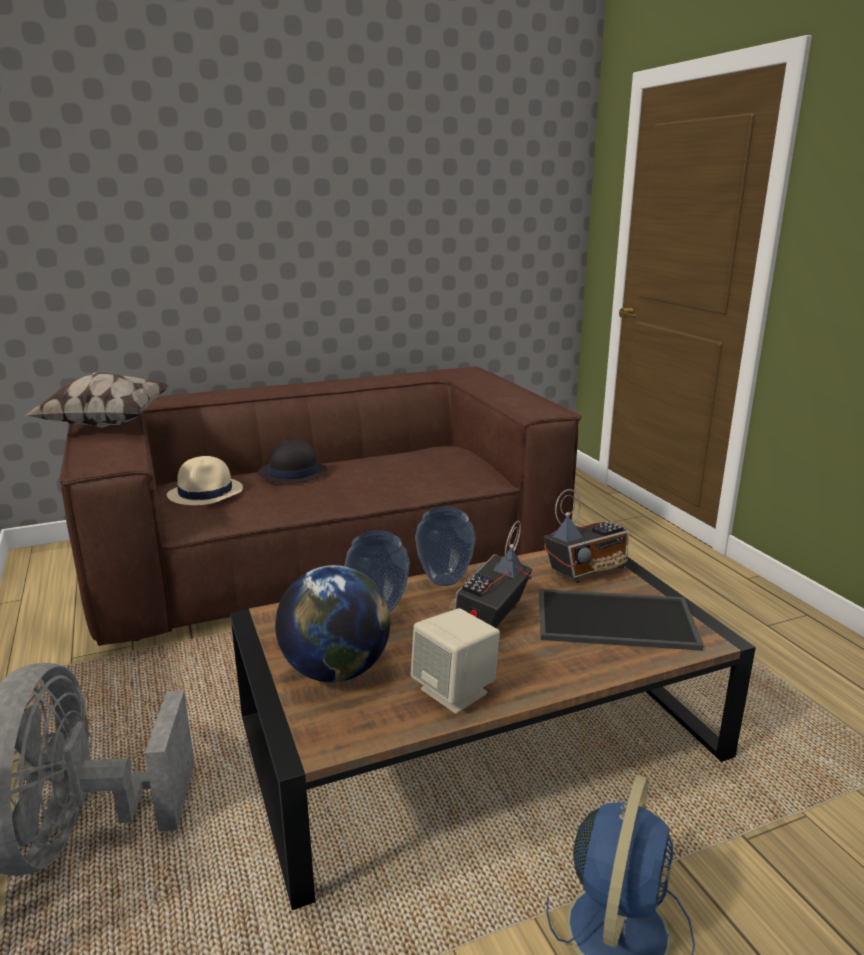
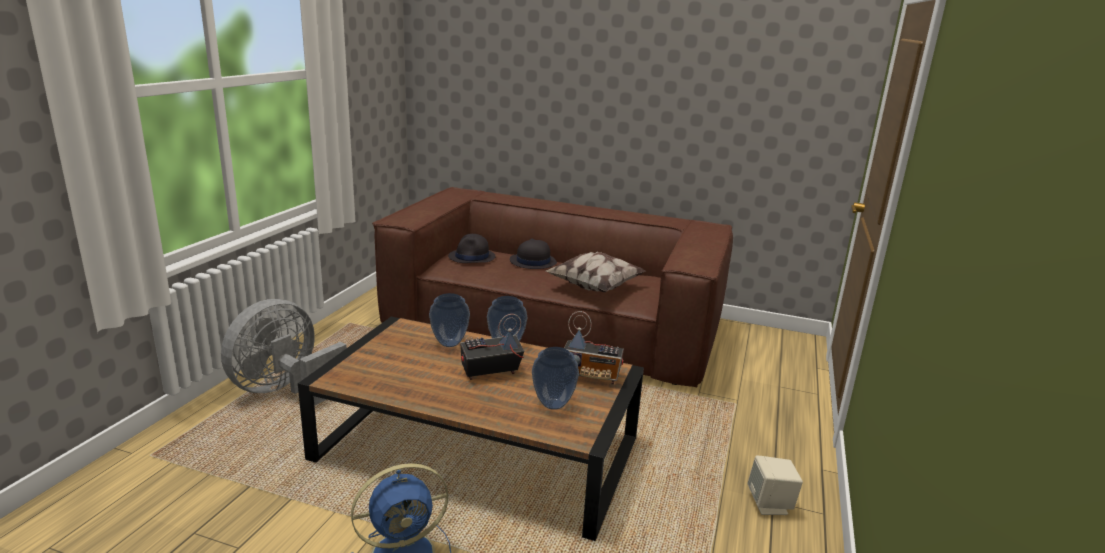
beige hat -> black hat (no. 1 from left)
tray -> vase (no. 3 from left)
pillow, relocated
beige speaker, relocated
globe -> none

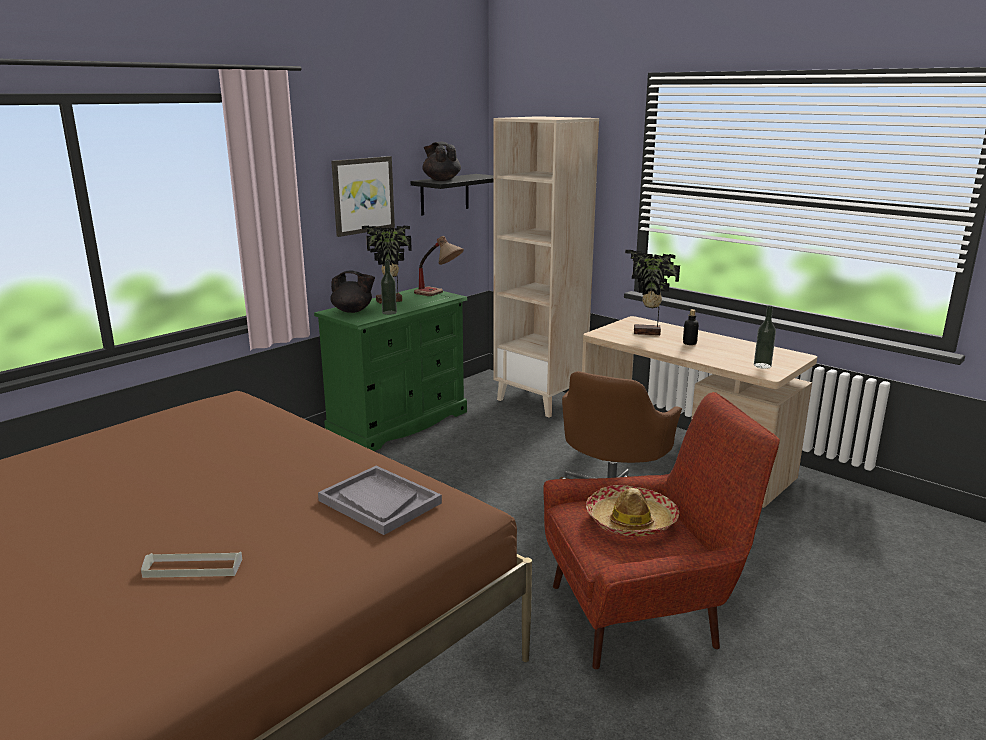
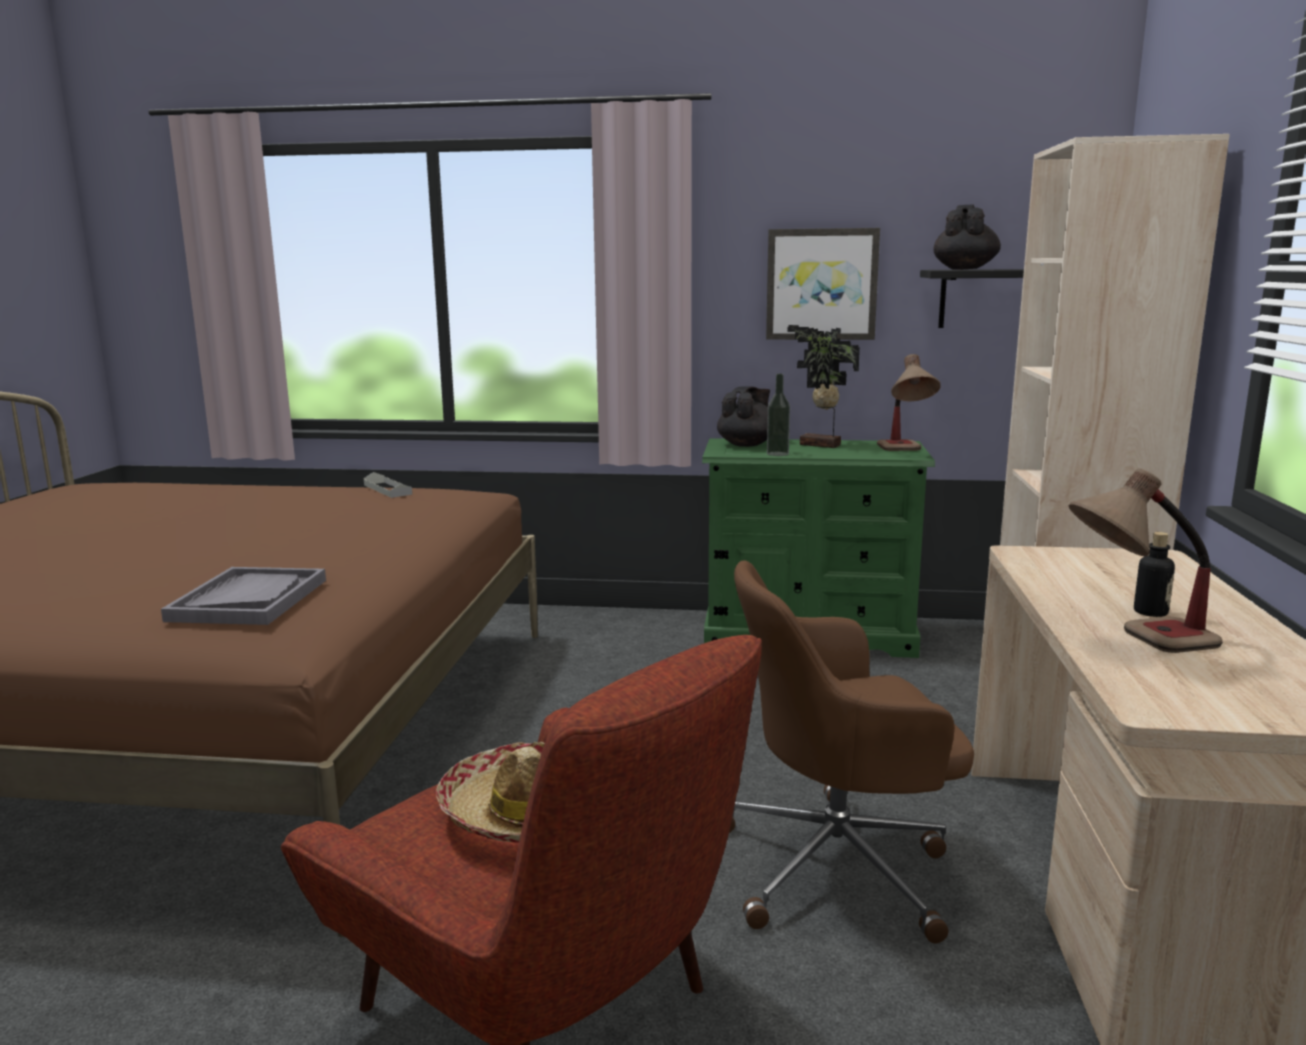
grey tray (no. 1 from left in the first image) -> grey tray (no. 2 from left), relocated
black teapot (no. 1 from left), 120 degrees counterclockwise
none -> table lamp (no. 2 from left)
potted plant (no. 2 from left) -> none
bottle (no. 3 from left) -> none

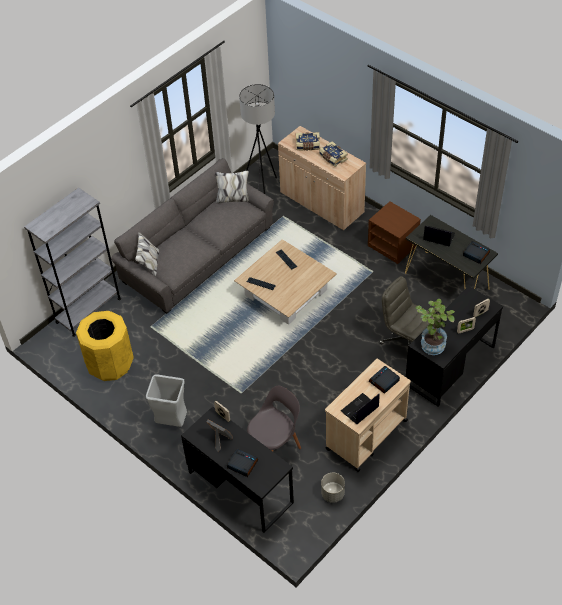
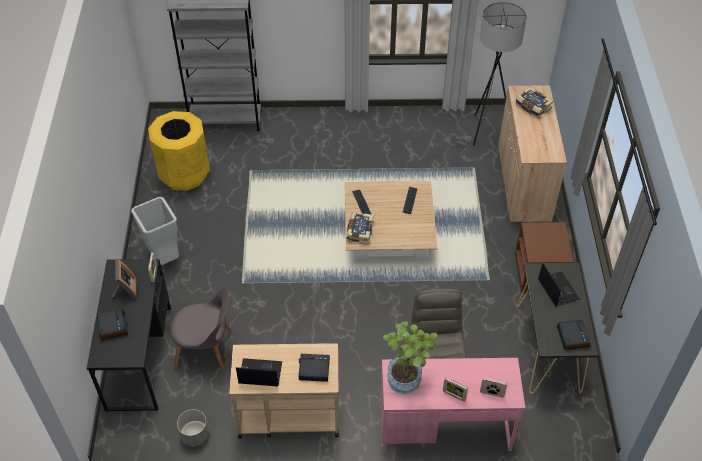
book (no. 2 from left in the first image) -> book (no. 1 from left), relocated
black desk (no. 2 from left) -> pink desk
grey sofa -> none

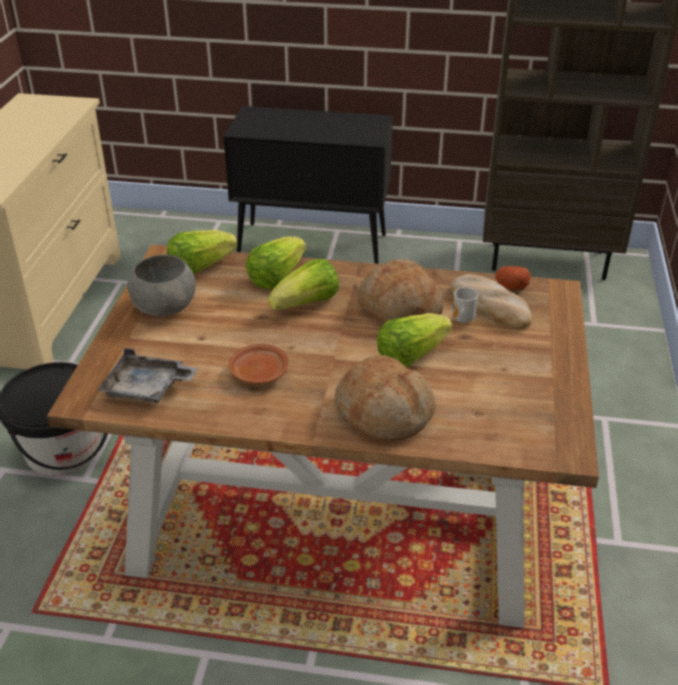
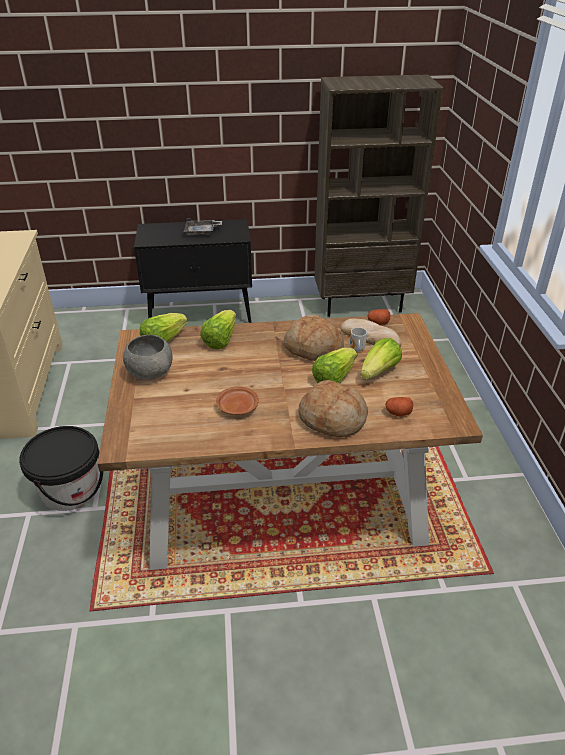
grey tray, relocated
lettuce (no. 3 from left in the first image) -> lettuce (no. 4 from left), relocated
none -> potato (no. 2 from left)

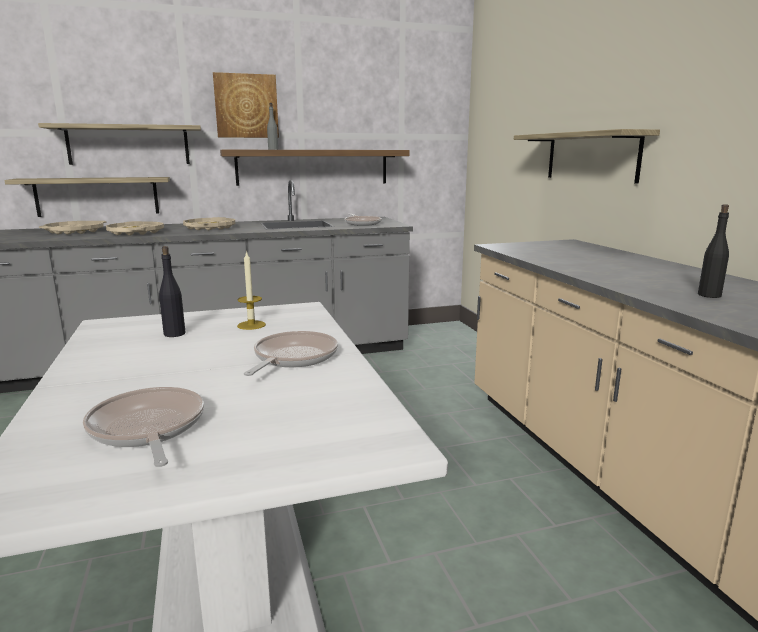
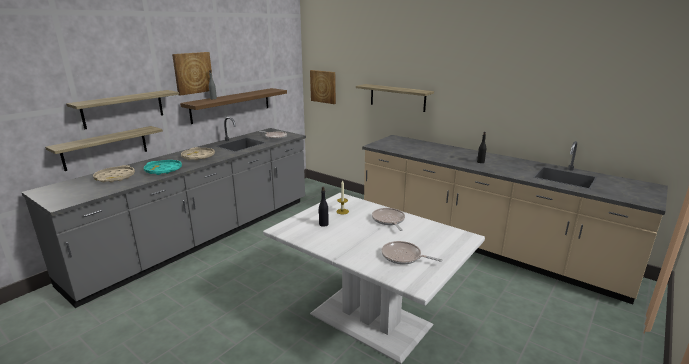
beige tray (no. 2 from left) -> turquoise tray
none -> picture (no. 2 from left)

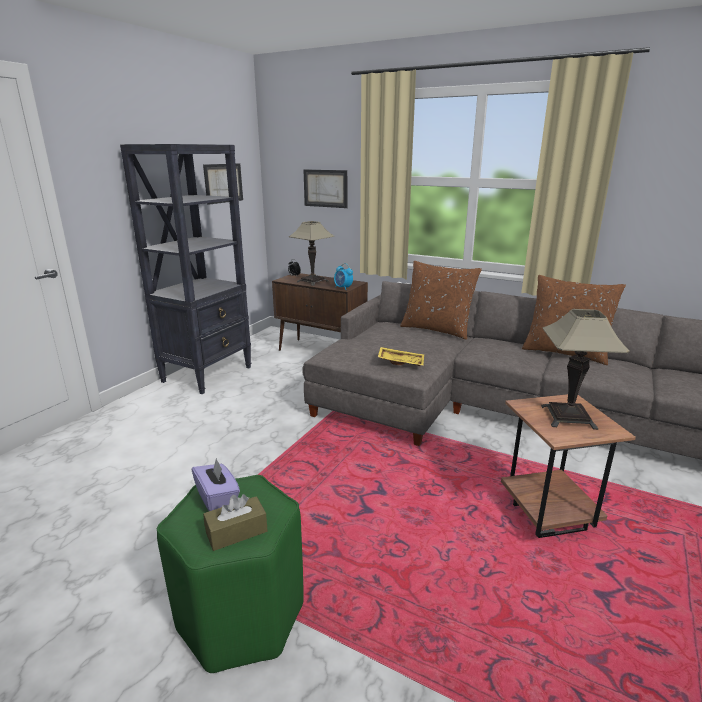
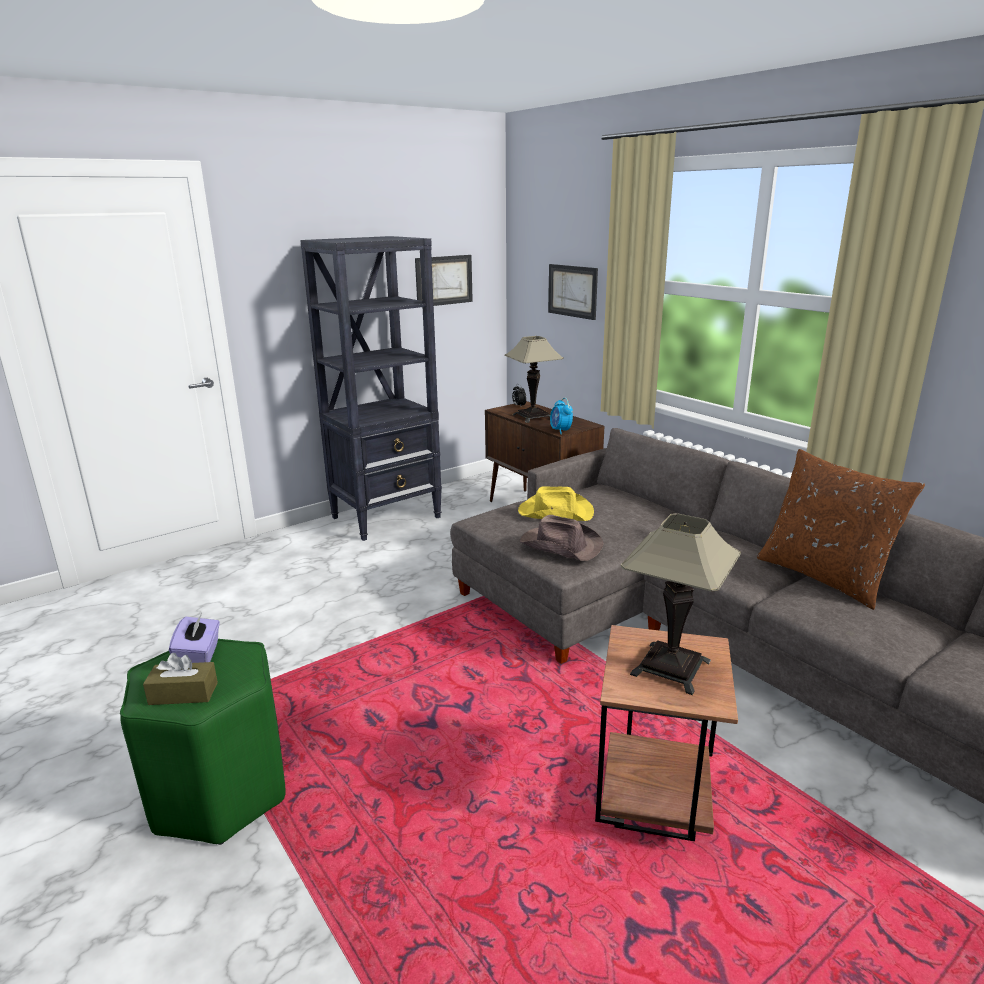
none -> yellow hat
yellow tray -> brown hat
brown pillow (no. 1 from left) -> none

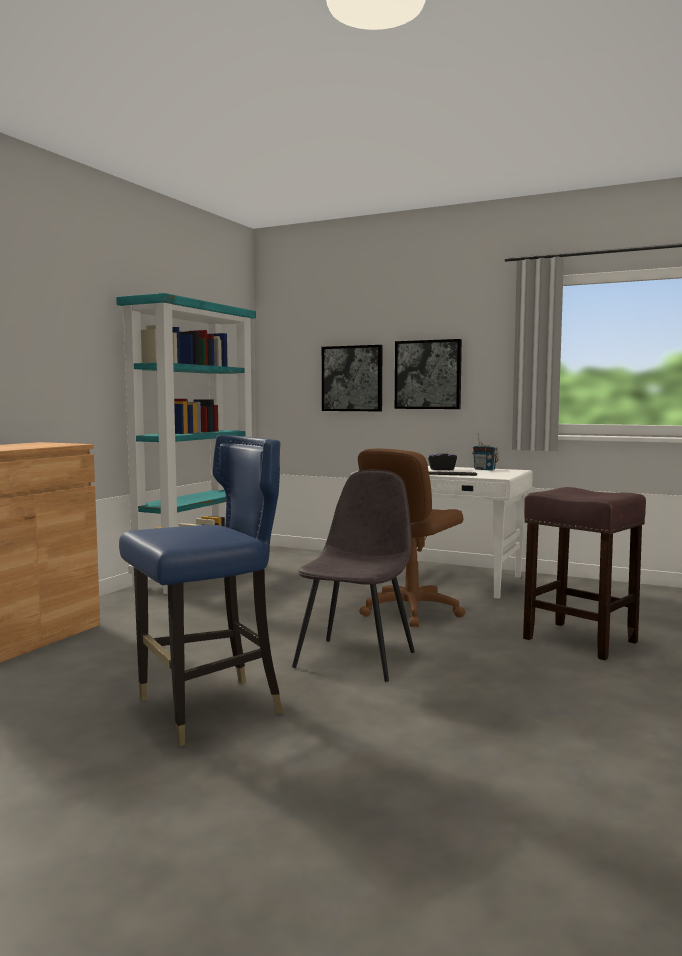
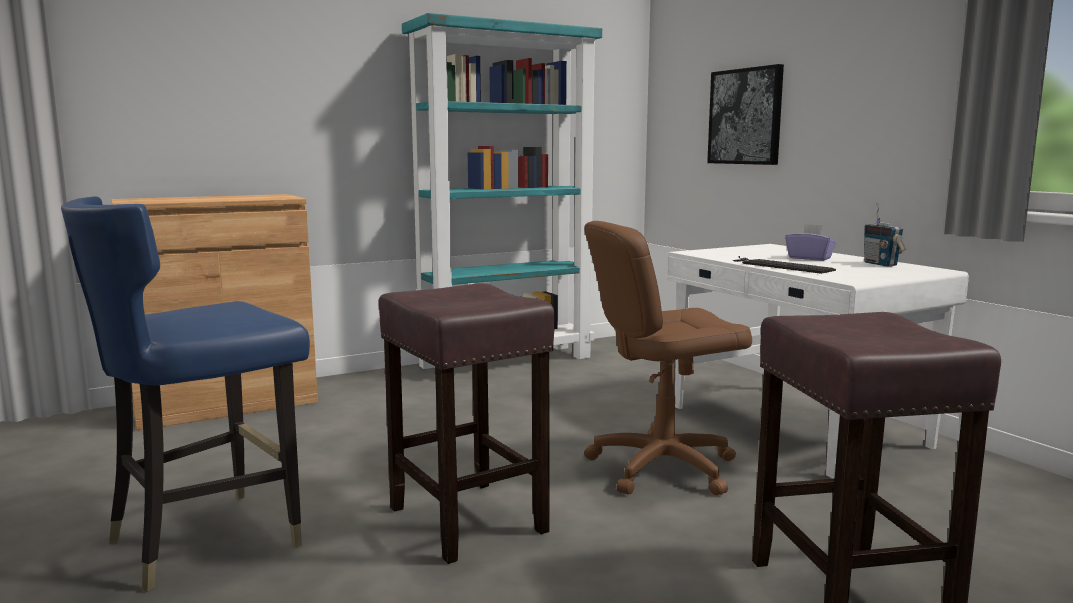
blue chair, 135 degrees clockwise
grey chair -> brown stool (no. 1 from left)
black tissue box -> purple tissue box
picture (no. 2 from left) -> none

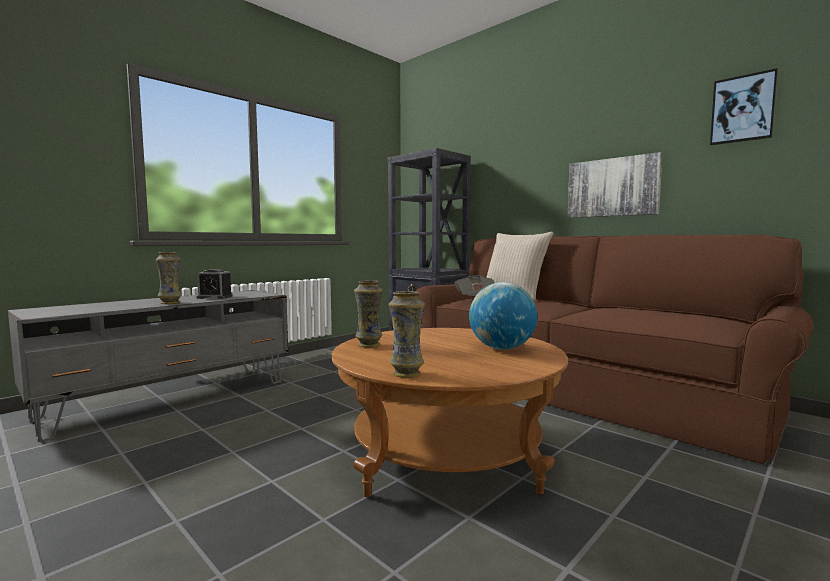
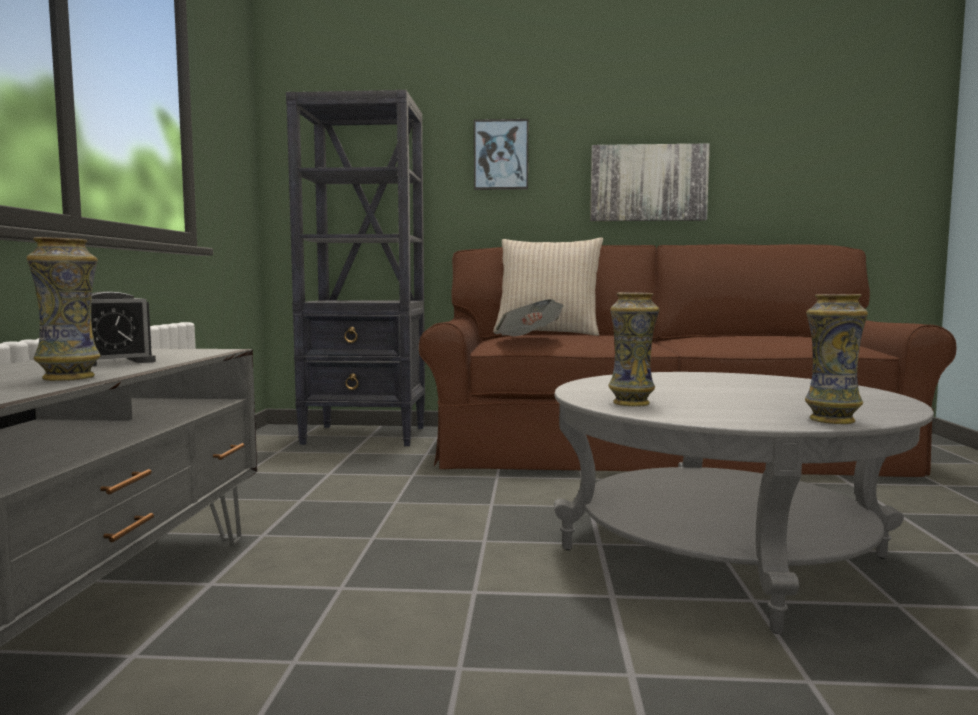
picture (no. 2 from left in the first image) -> picture (no. 1 from left), relocated
brown coffee table -> grey coffee table
globe -> none

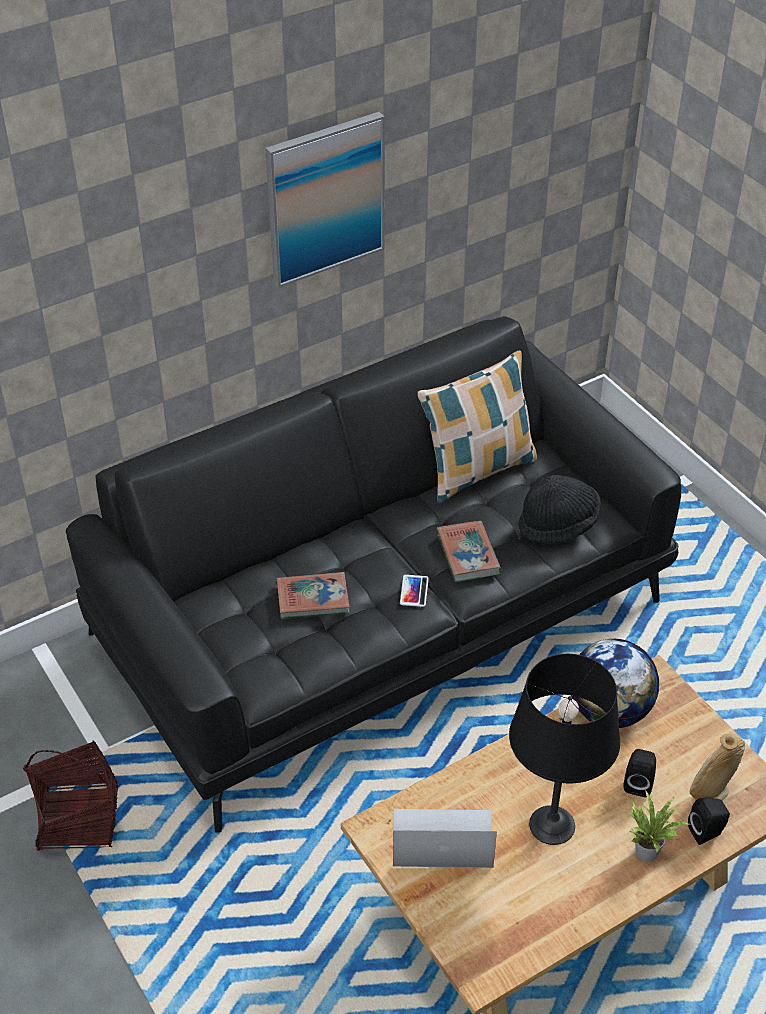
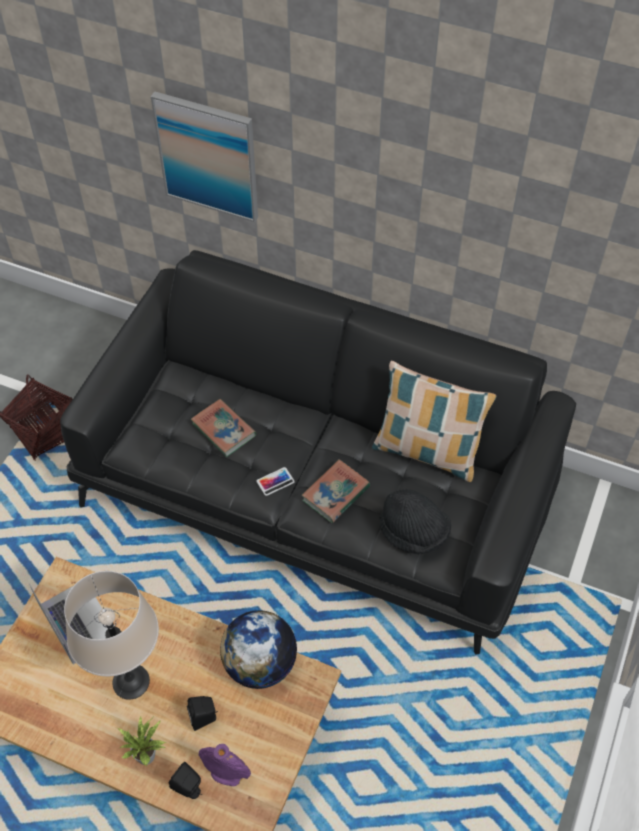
black table lamp -> beige table lamp
picture, relocated
beige vase -> purple vase

